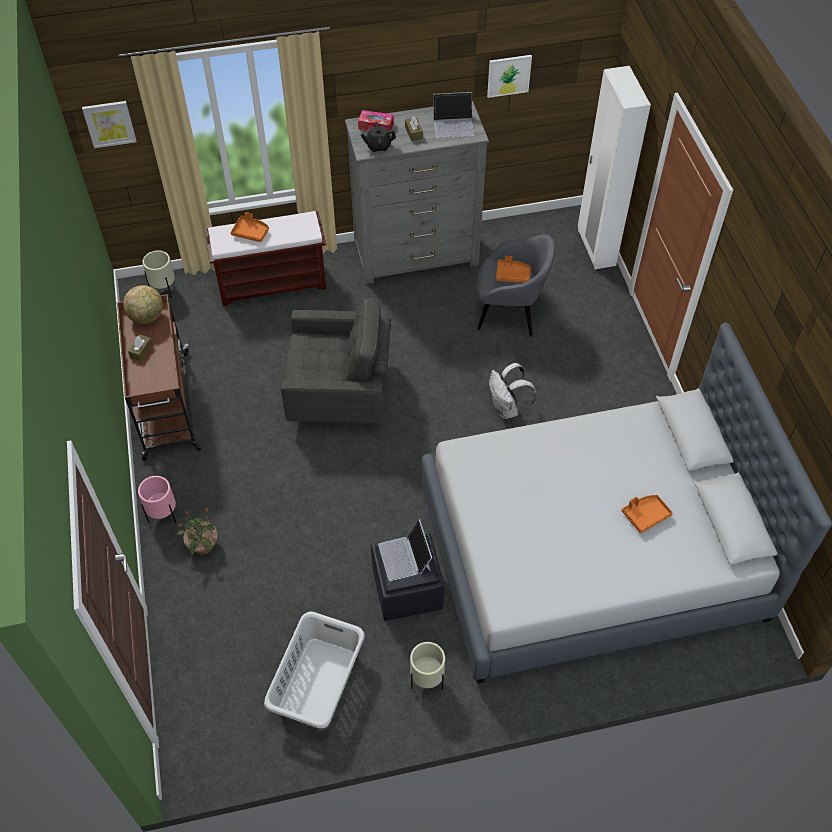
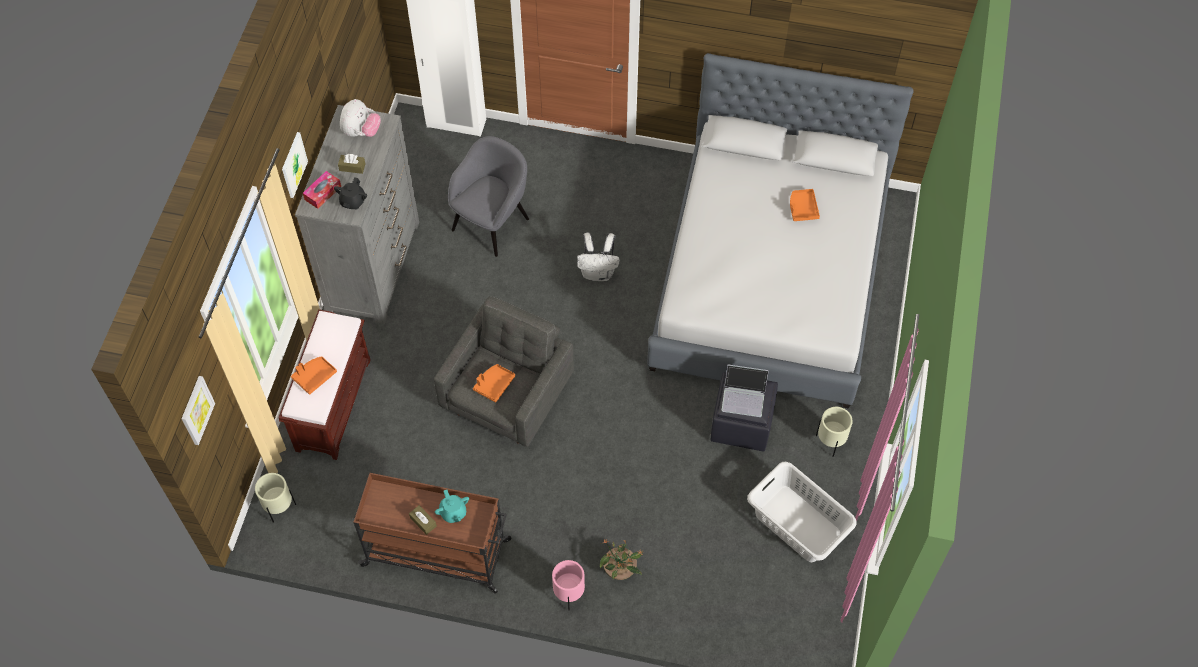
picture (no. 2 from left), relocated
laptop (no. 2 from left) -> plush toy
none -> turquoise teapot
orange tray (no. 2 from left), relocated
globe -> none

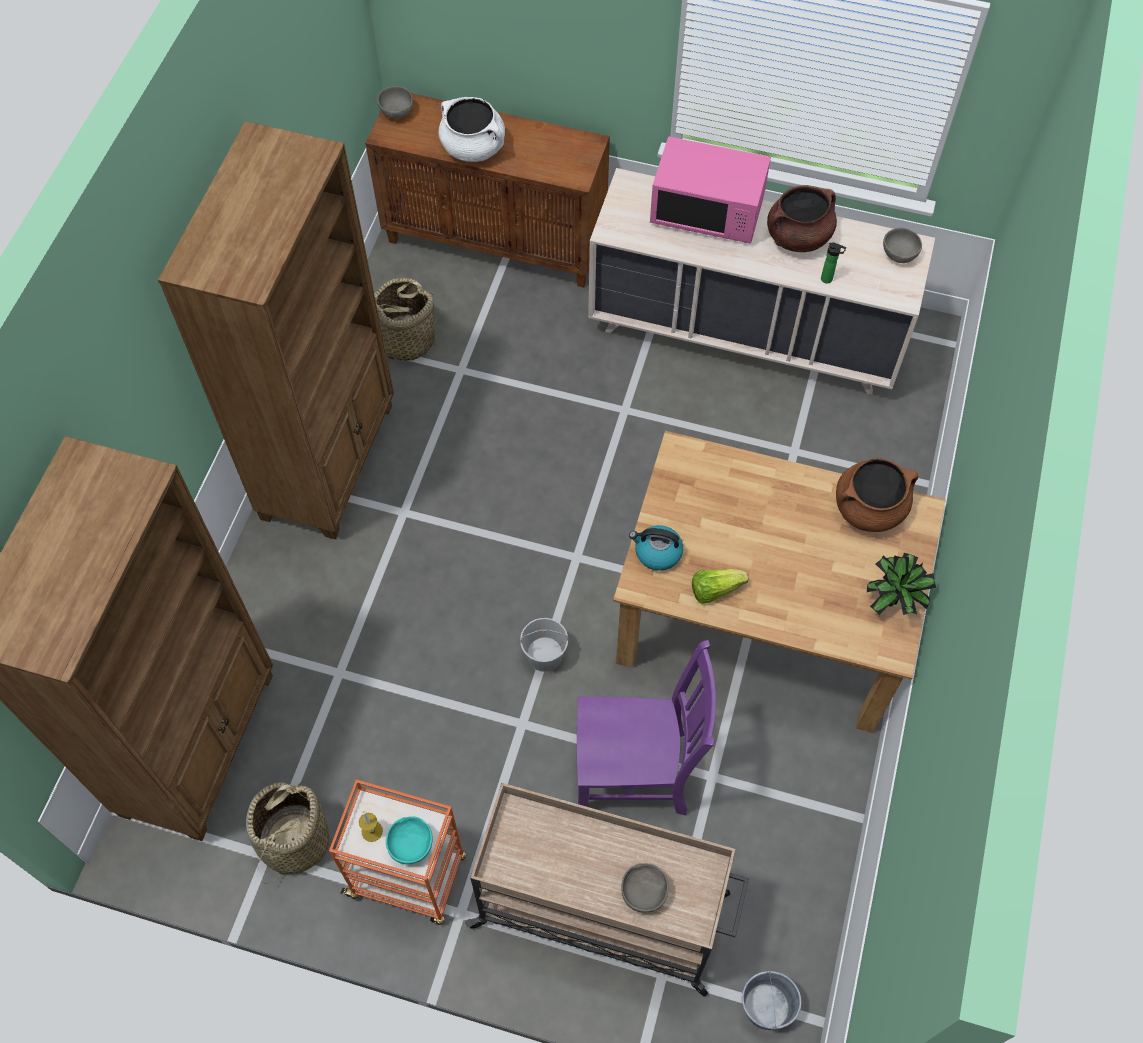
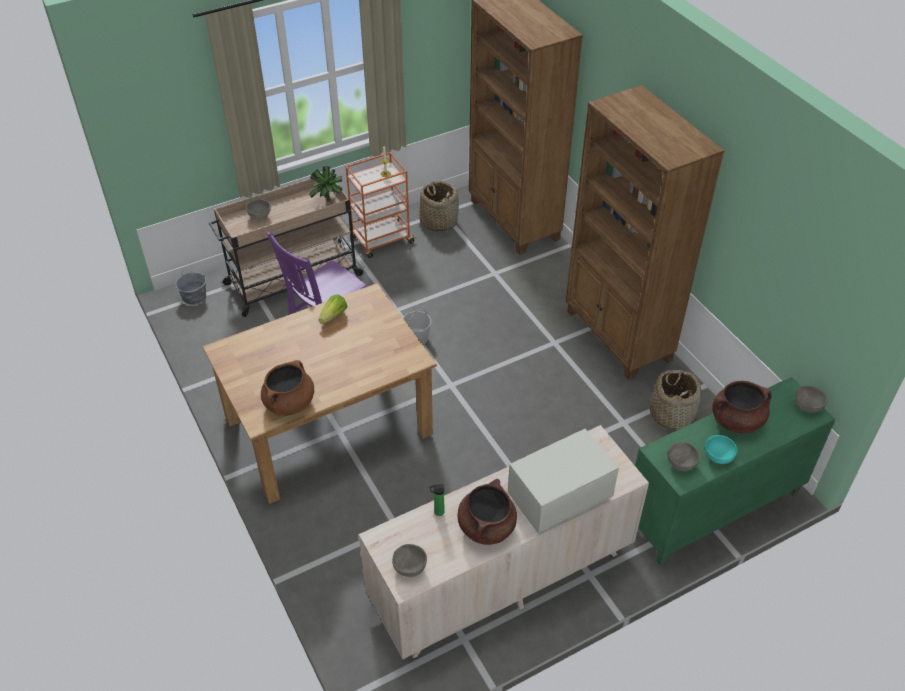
potted plant, relocated
pink microwave -> white microwave
brown cabinet -> green cabinet
none -> grey bowl (no. 3 from left)
turquoise bowl, relocated
white cooking pot -> brown cooking pot (no. 3 from left)
kettle -> none

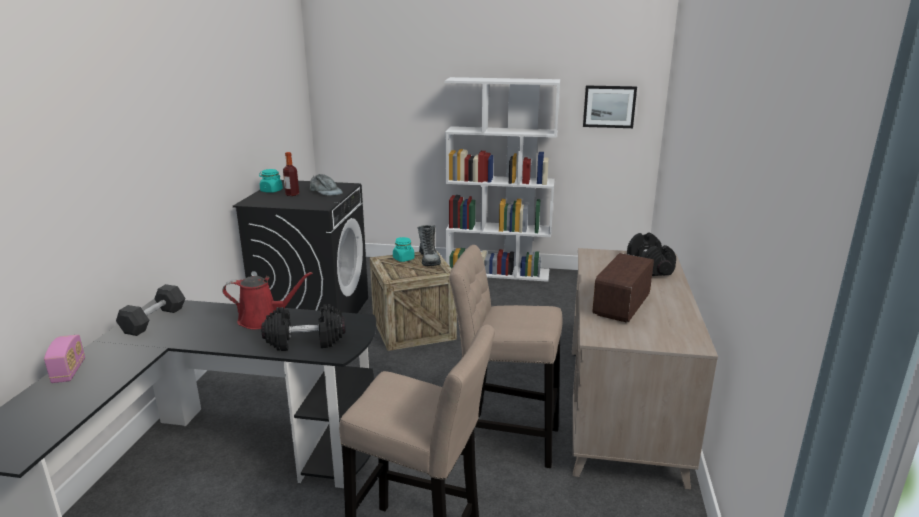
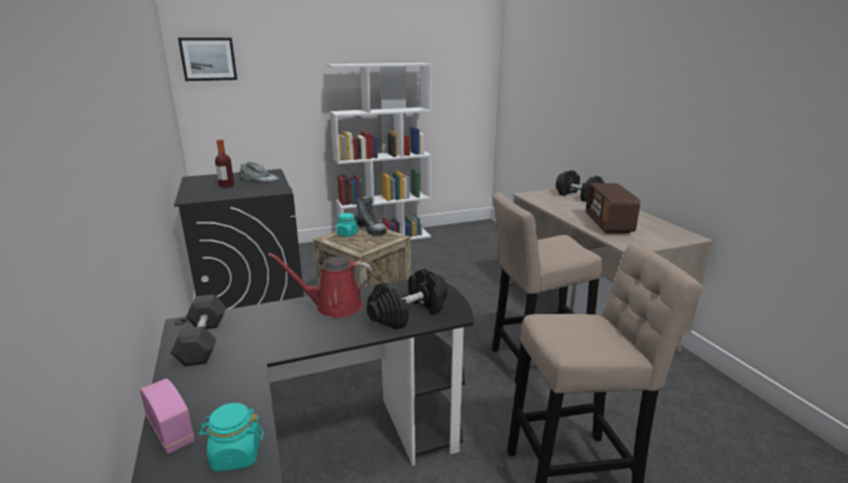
picture, relocated
turquoise jar (no. 1 from left), relocated
red watering can, 150 degrees counterclockwise

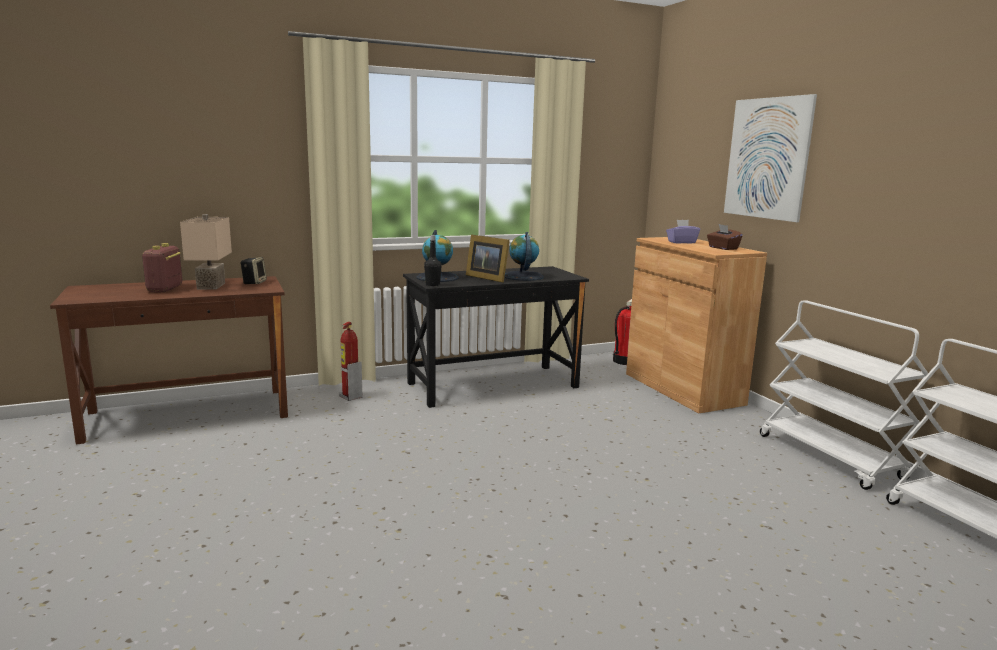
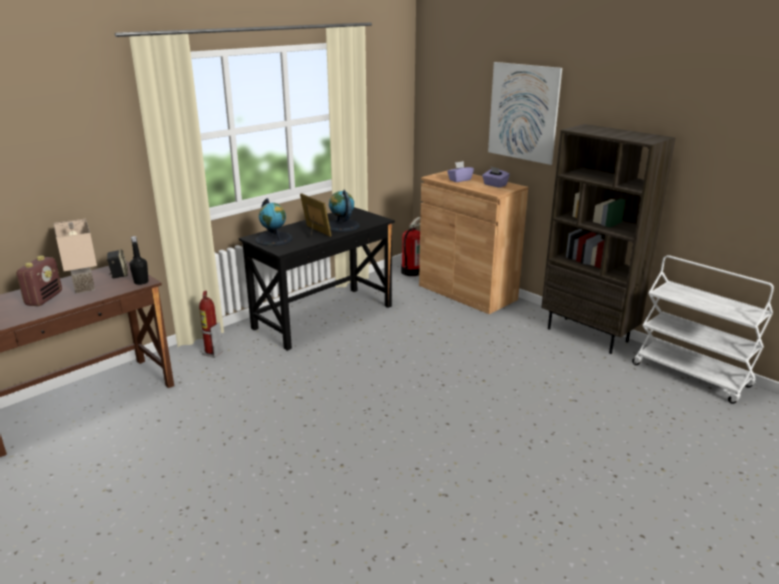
radio, 150 degrees counterclockwise
black bottle, relocated
picture frame, 150 degrees counterclockwise
brown tissue box -> purple tissue box (no. 2 from left)
white cart (no. 1 from left) -> brown bookcase

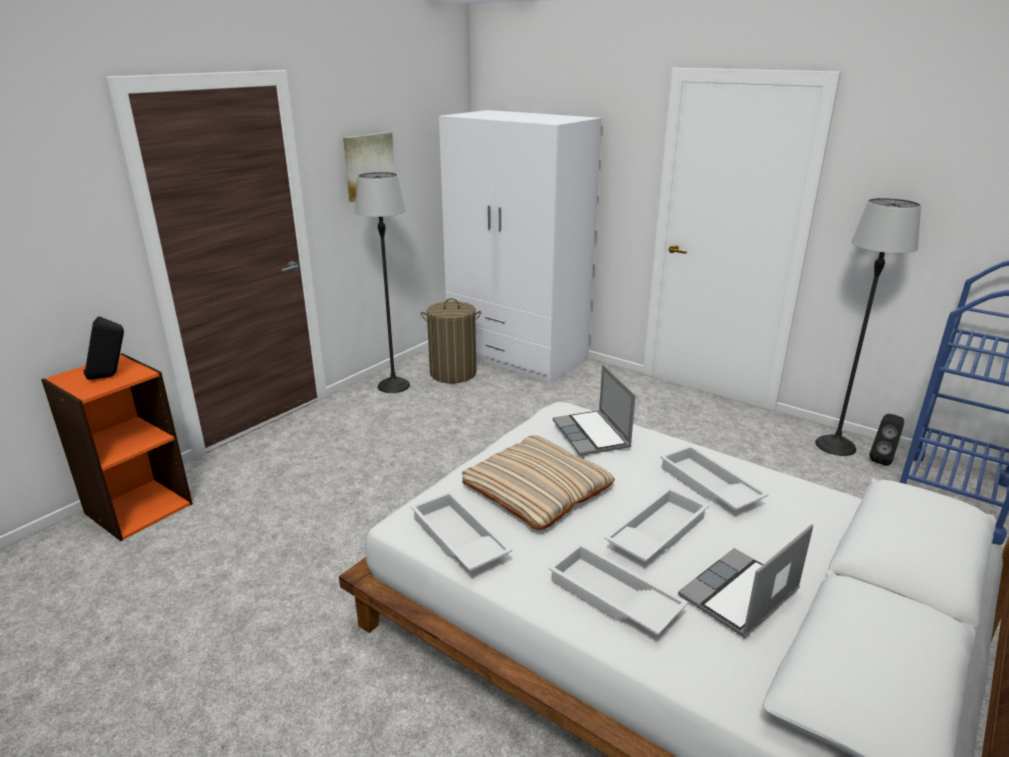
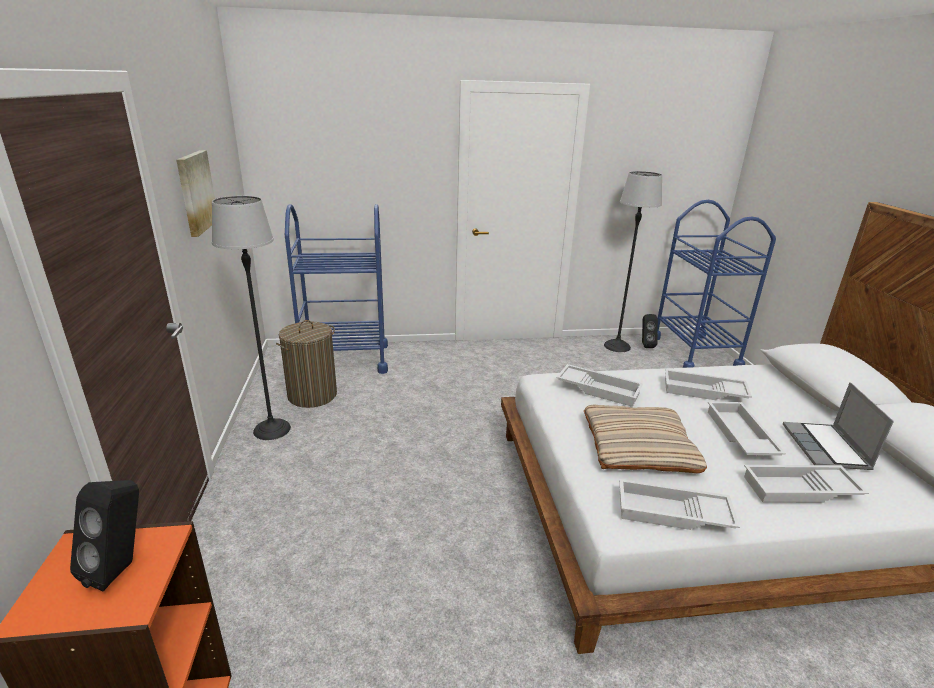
white wardrobe -> blue cart (no. 1 from left)
laptop (no. 1 from left) -> white tray (no. 1 from left)

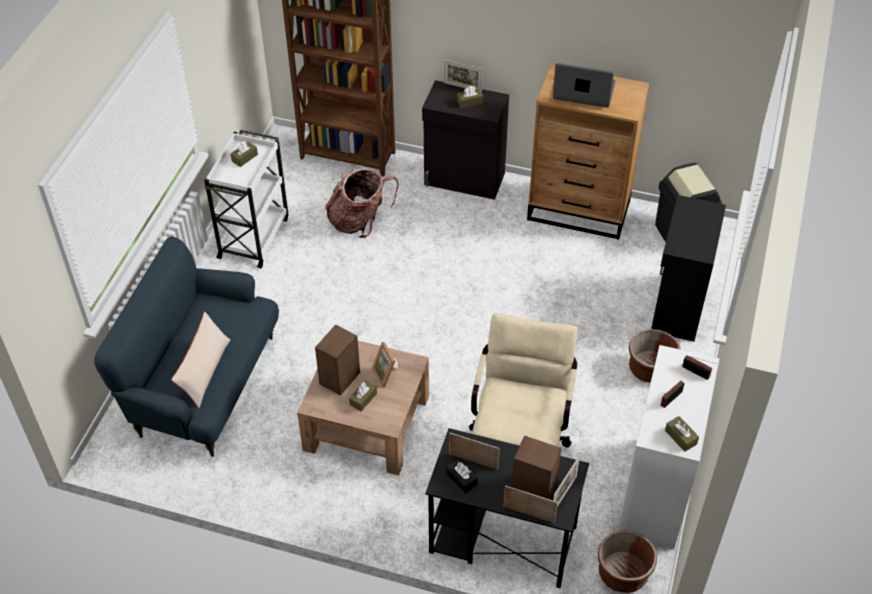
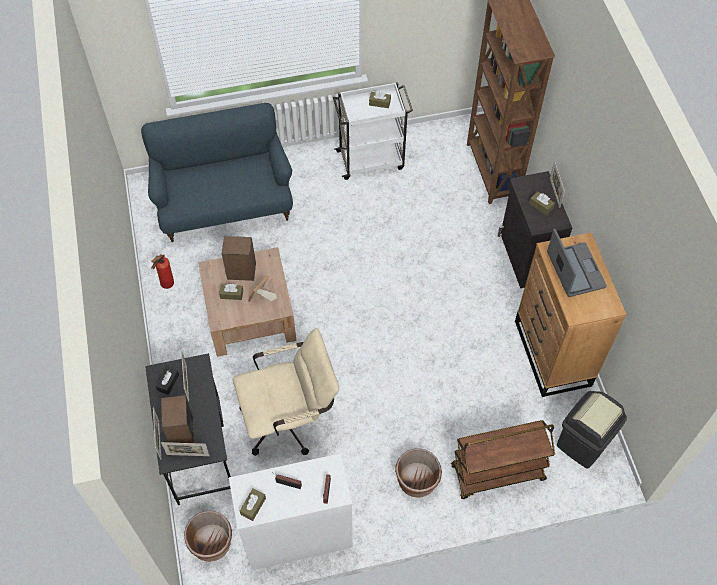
none -> fire extinguisher
black cabinet (no. 2 from left) -> brown cart
beige pillow -> none
backpack -> none

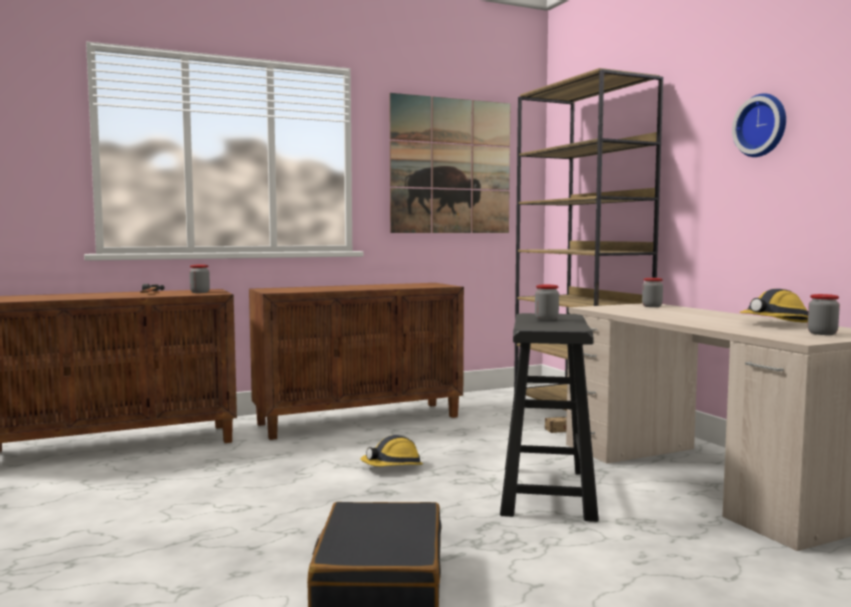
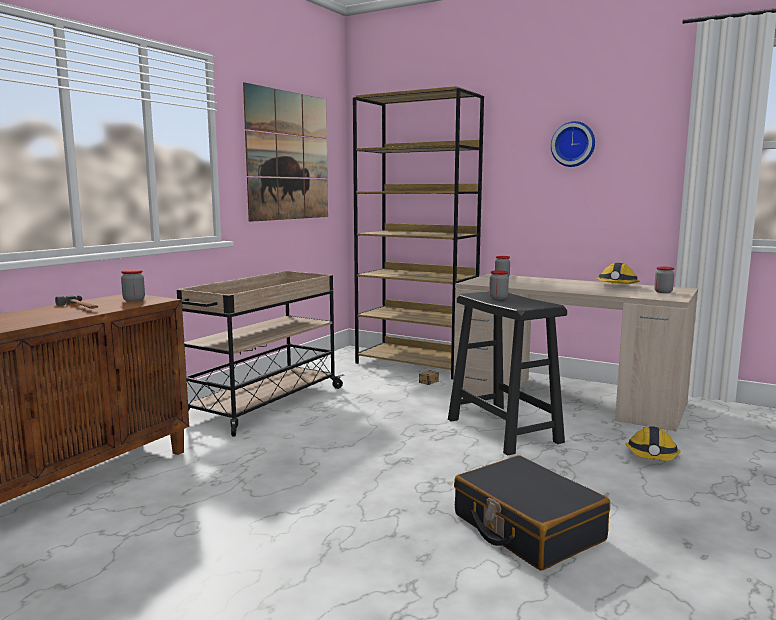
brown cabinet (no. 2 from left) -> beige cart
hard hat (no. 1 from left in the first image) -> hard hat (no. 2 from left), relocated

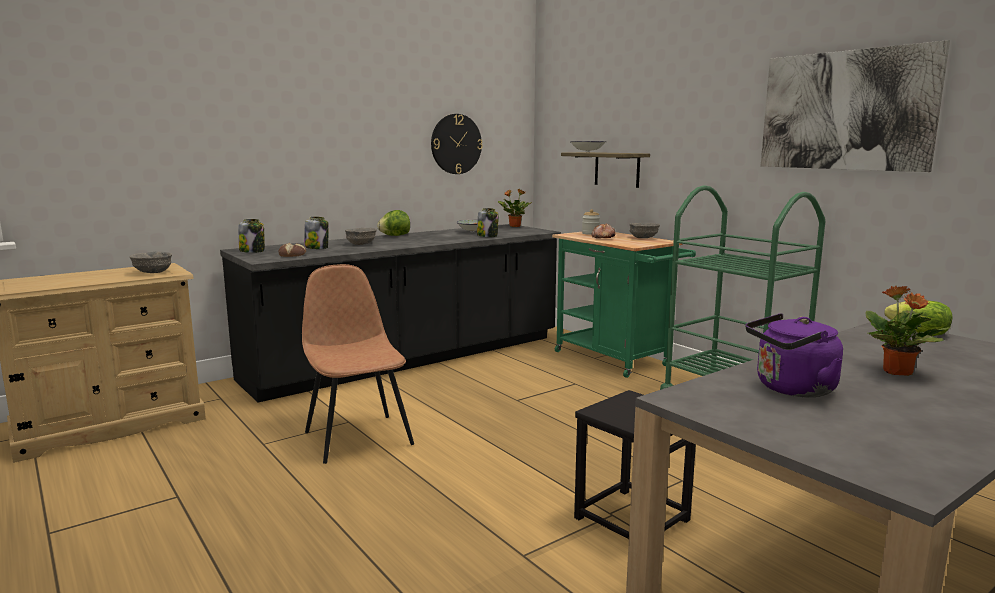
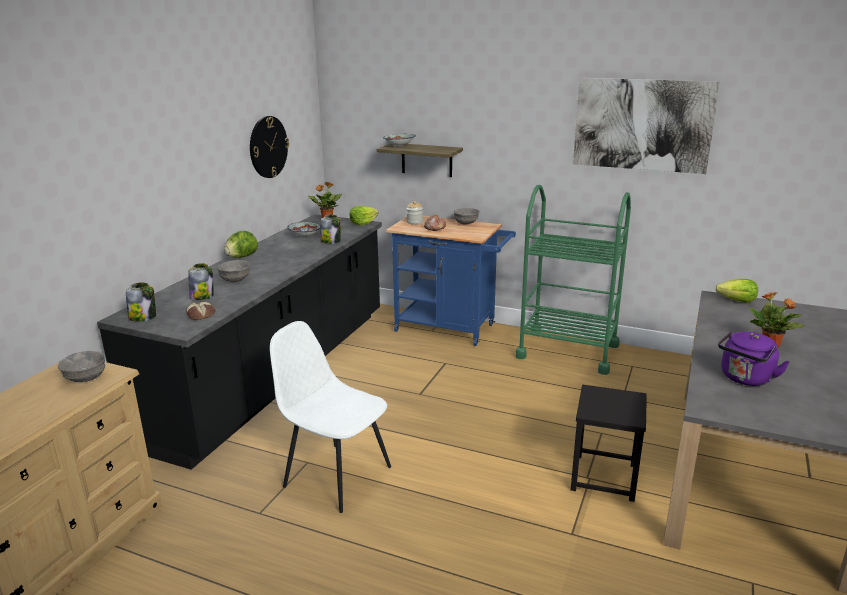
brown chair -> white chair
none -> lettuce (no. 2 from left)
green cart (no. 1 from left) -> blue cart

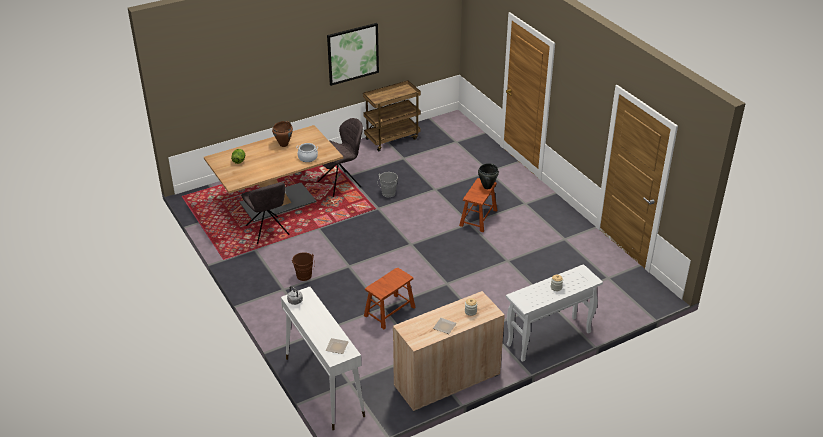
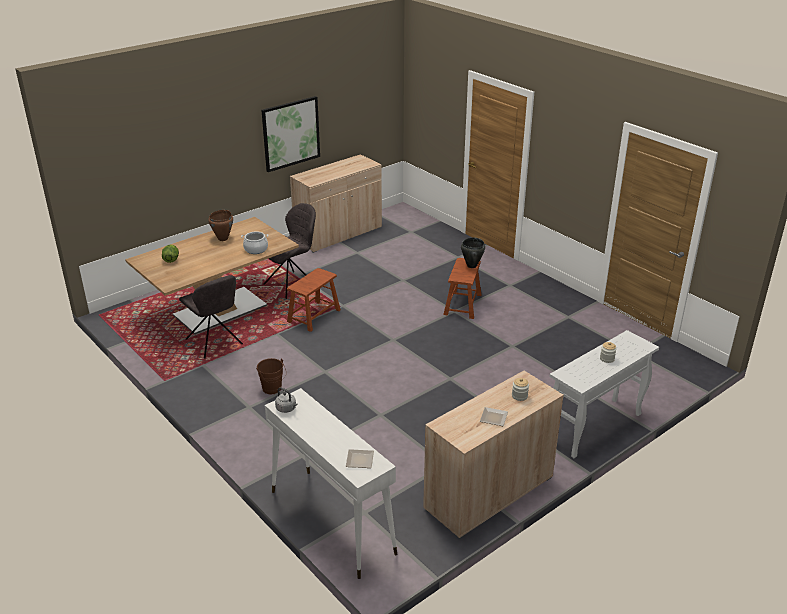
brown stool (no. 1 from left), relocated
brown cart -> beige cabinet (no. 1 from left)
grey bucket -> none

